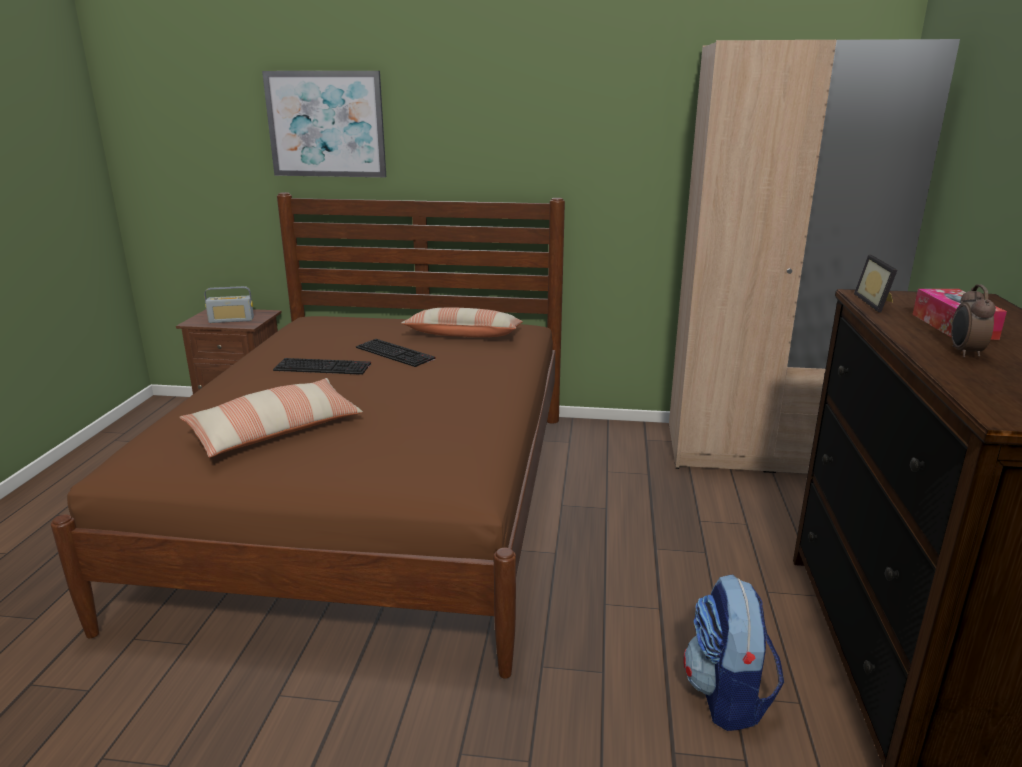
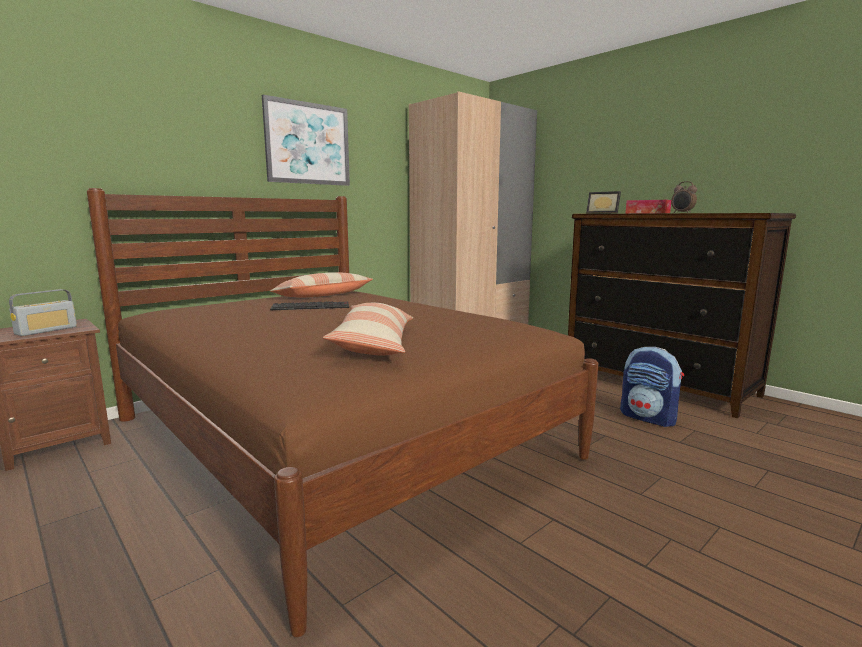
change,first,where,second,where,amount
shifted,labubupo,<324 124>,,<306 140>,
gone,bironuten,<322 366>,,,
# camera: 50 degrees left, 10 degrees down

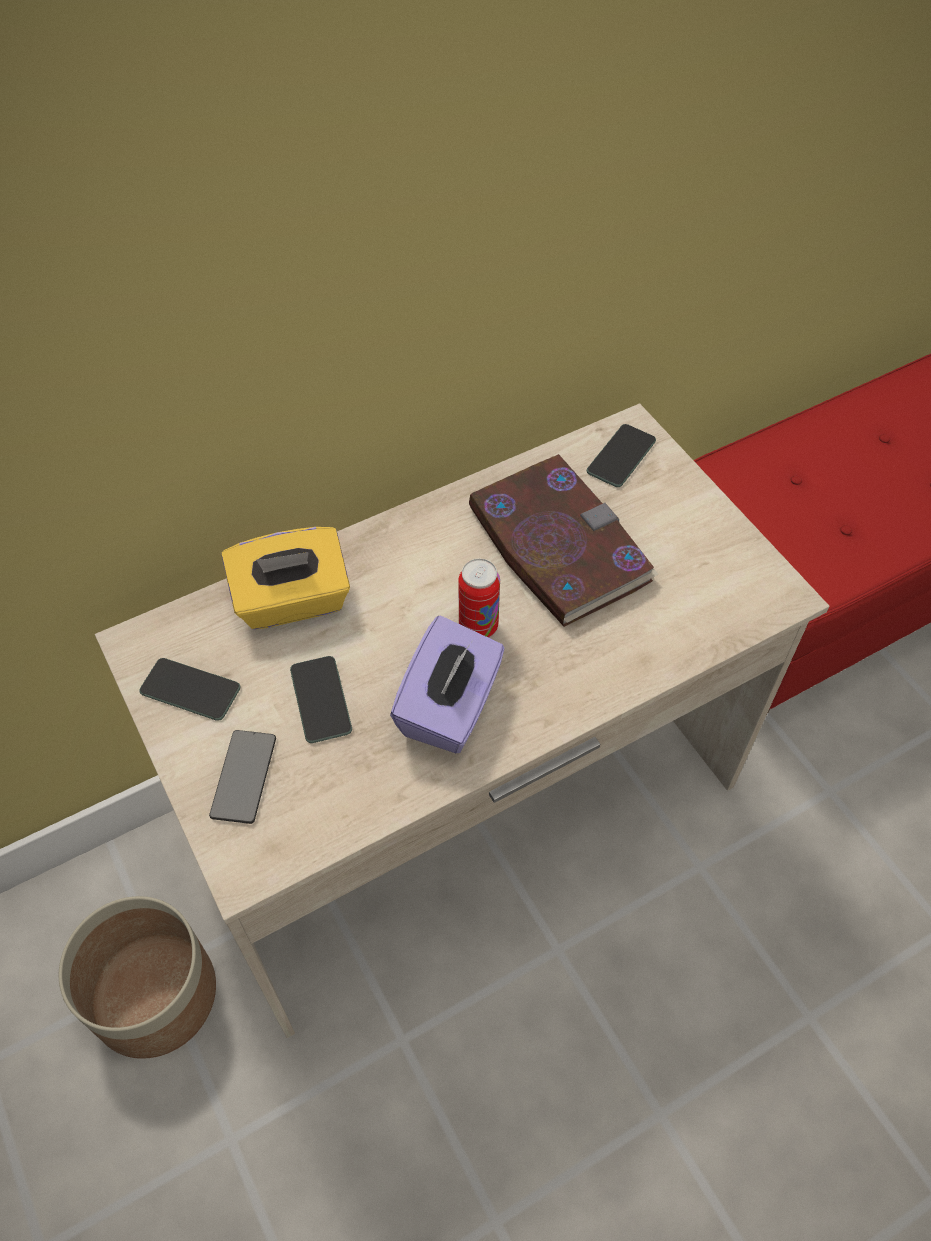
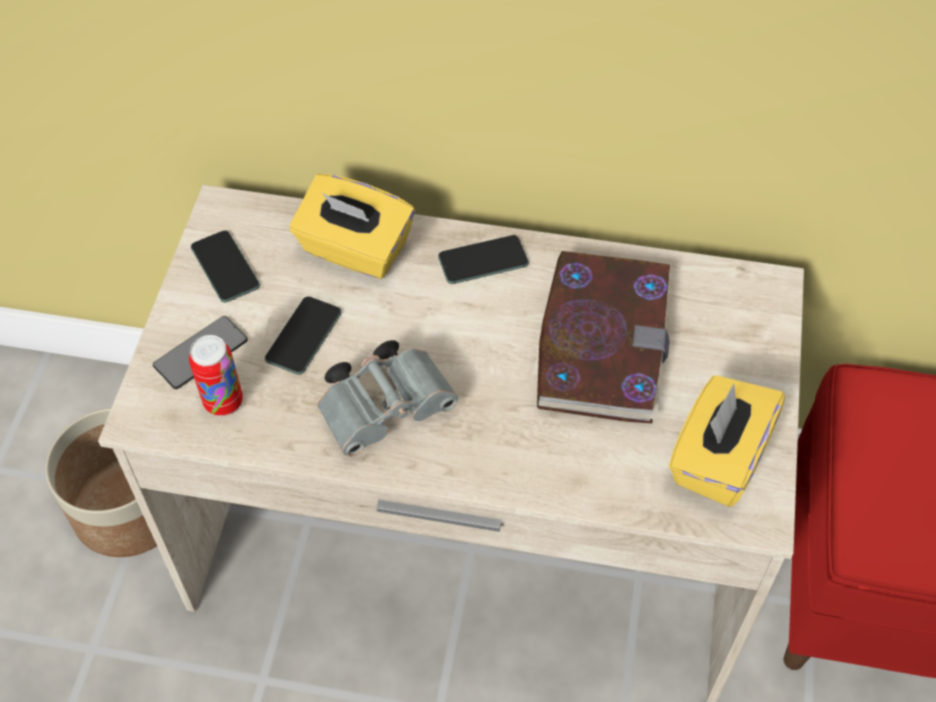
change,first,where,second,where,amount
swapped,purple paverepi,<447 684>,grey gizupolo,<387 398>,
shifted,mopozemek,<479 598>,,<216 375>,
shifted,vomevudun,<621 455>,,<483 259>,
new,,,yellow paverepi,<727 441>,
# camera: 40 degrees right, 0 degrees up

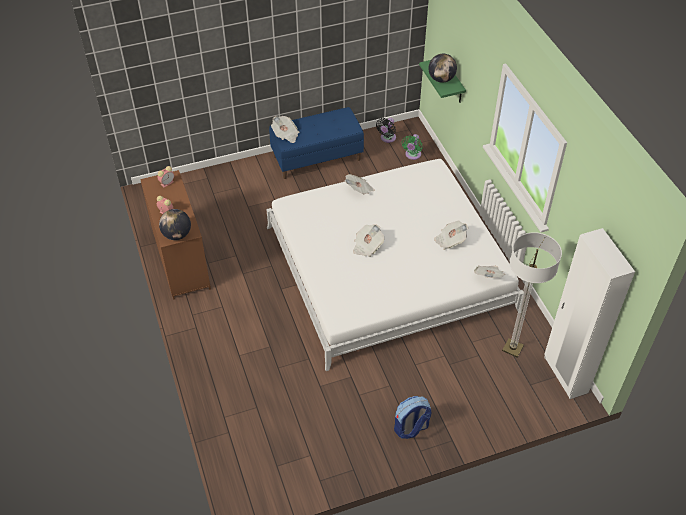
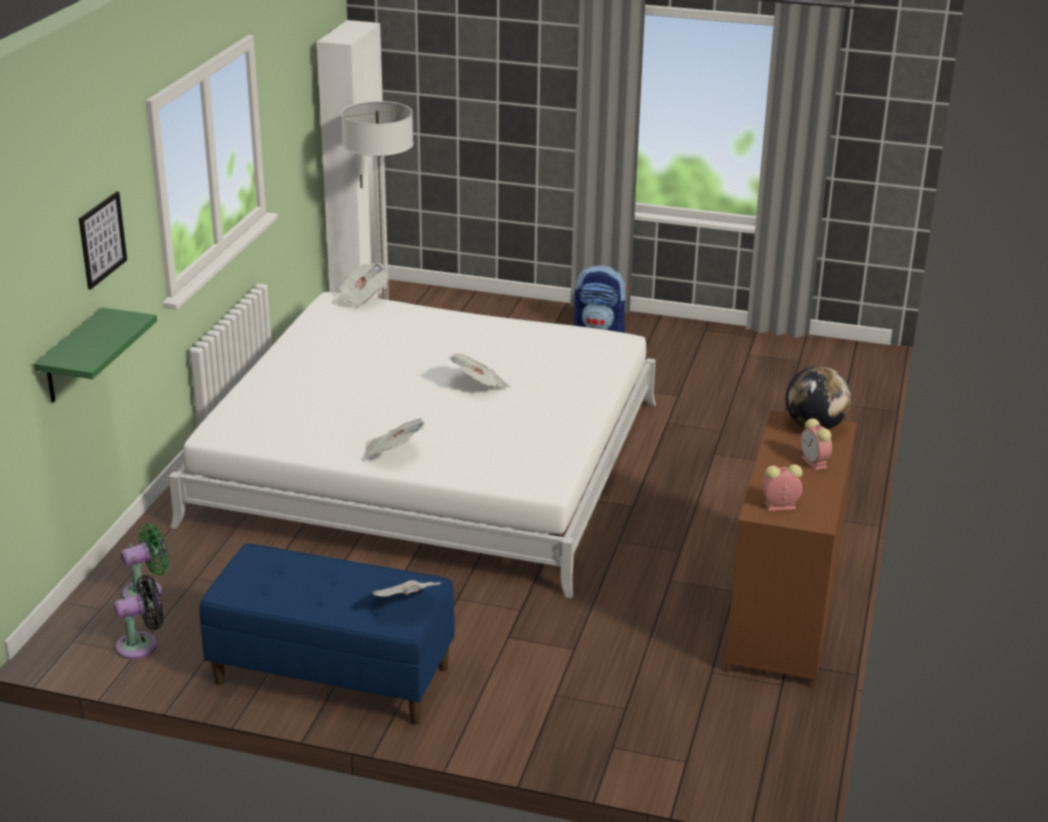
change,first,where,second,where,amount
gone,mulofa,<442 68>,,,
gone,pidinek,<451 235>,,,
new,,,labubupo,<103 240>,
# camera: 145 degrees left, 20 degrees down

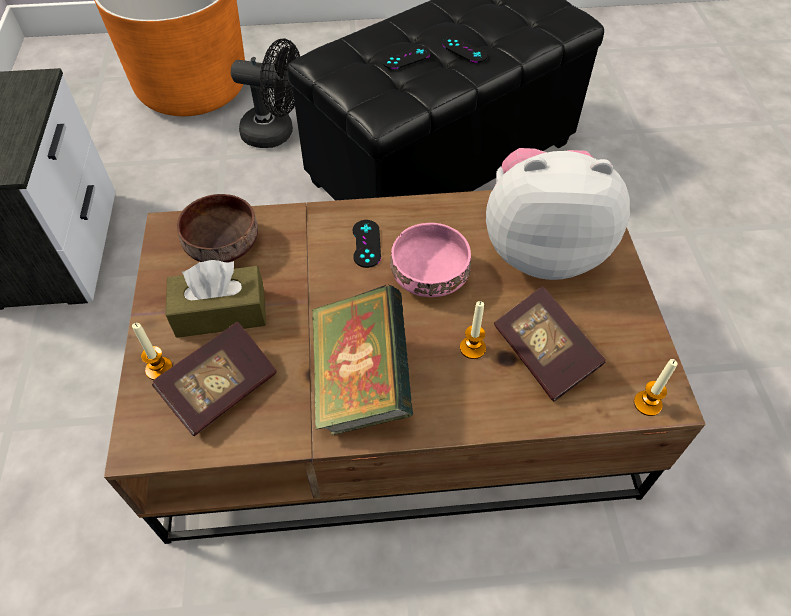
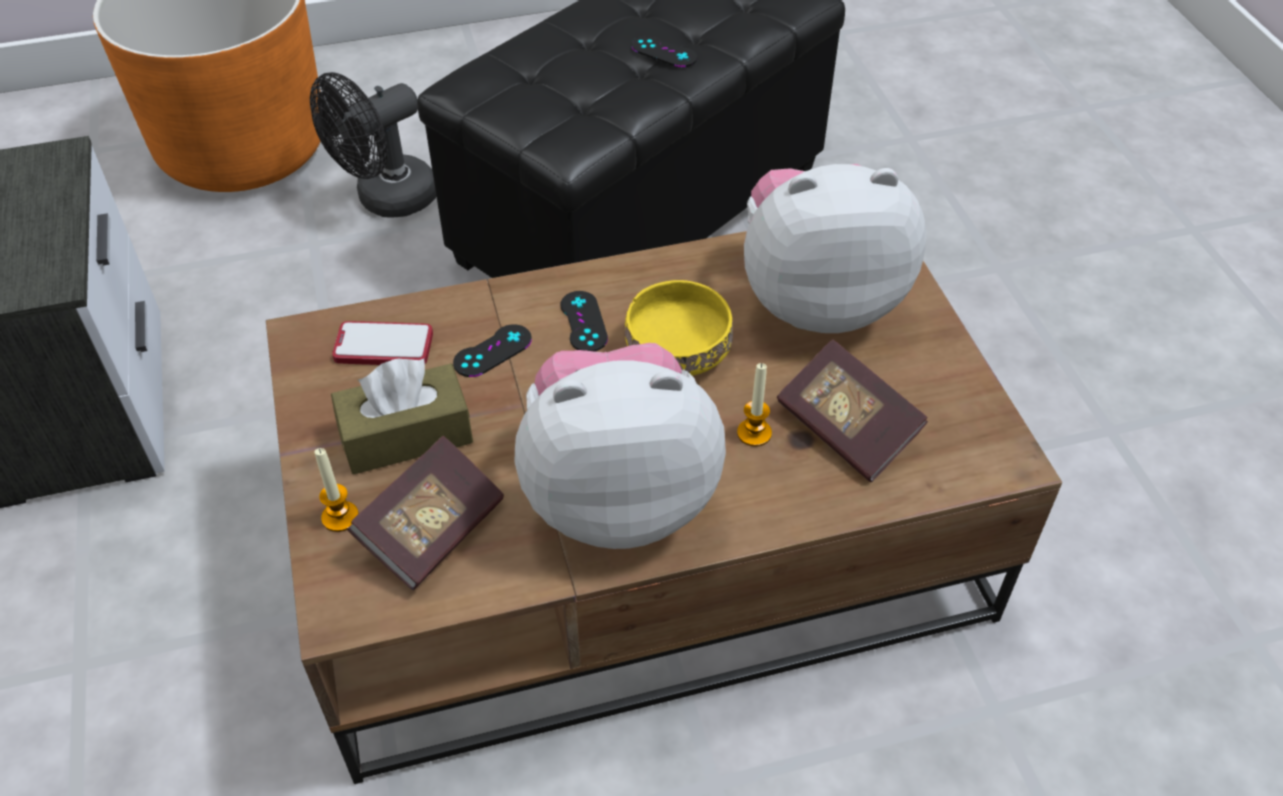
change,first,where,second,where,amount
swapped,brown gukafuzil,<217 228>,vomevudun,<382 343>,
rotated,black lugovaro,<265 93>,,<373 145>,135 degrees clockwise
swapped,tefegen,<362 360>,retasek,<620 446>,
shifted,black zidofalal,<406 57>,,<492 350>,
repainted,pink gukafuzil,<430 260>,yellow gukafuzil,<679 328>,
gone,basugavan,<656 387>,,,
# camera: 10 degrees left, 5 degrees down

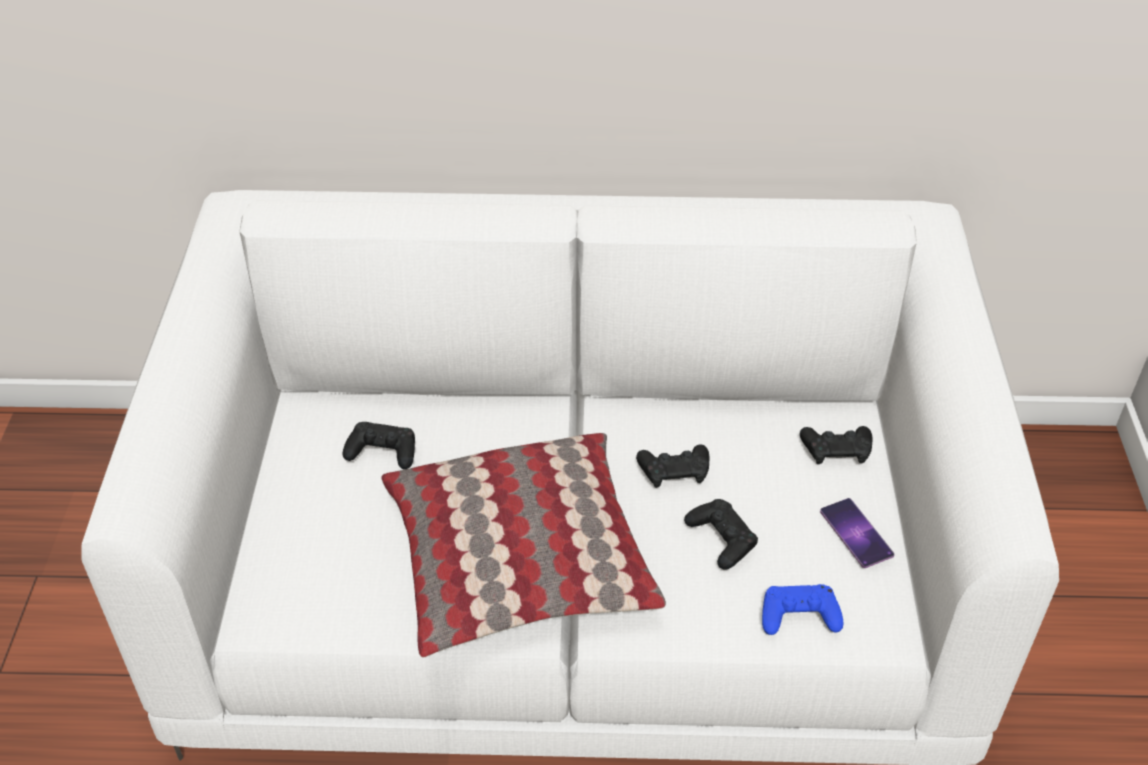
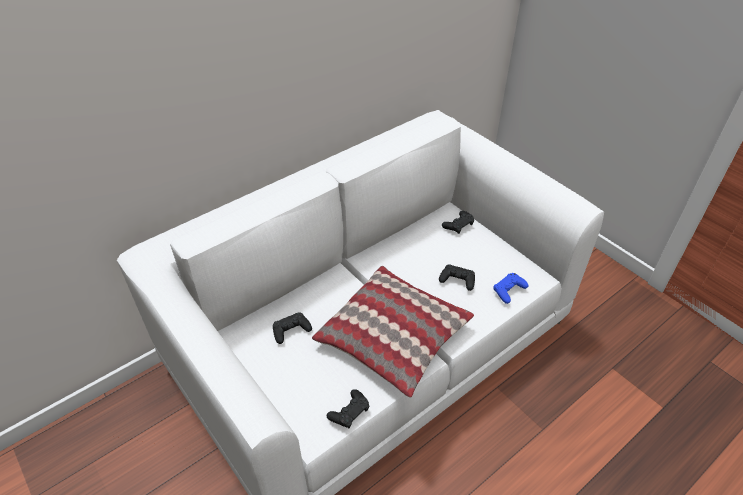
change,first,where,second,where,amount
shifted,black zidofalal,<672 466>,,<348 408>,
gone,vomevudun,<857 533>,,,
# camera: 40 degrees left, 0 degrees up

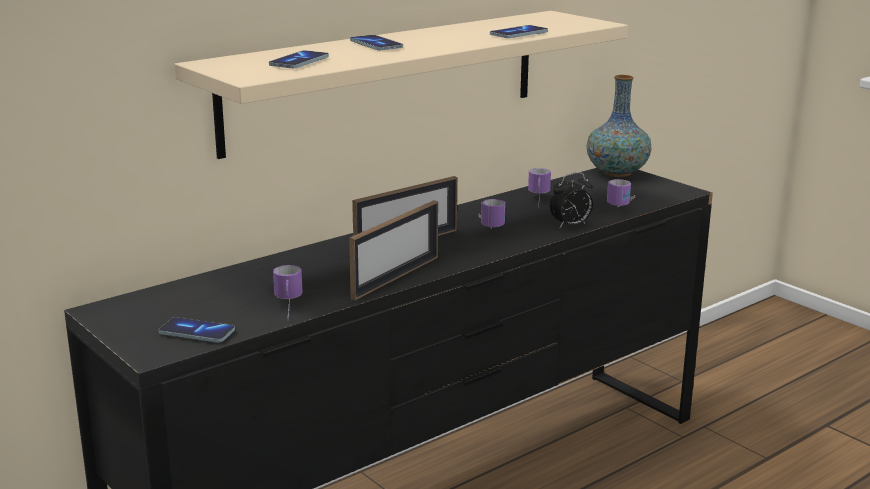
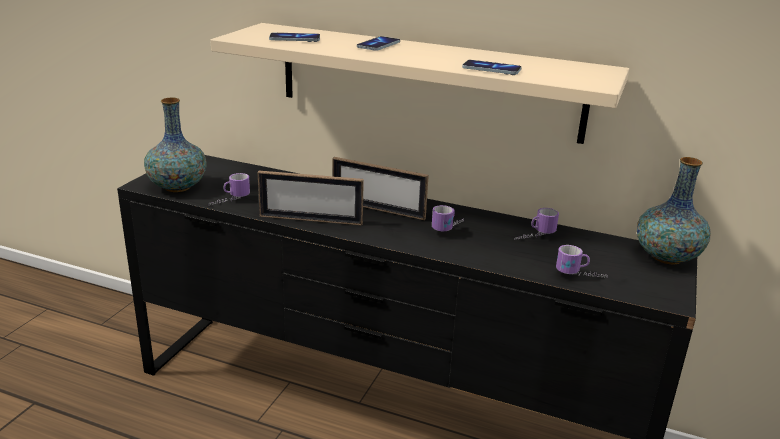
change,first,where,second,where,amount
swapped,vomevudun,<197 330>,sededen,<175 145>,
gone,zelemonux,<571 200>,,,
# camera: 60 degrees right, 5 degrees up

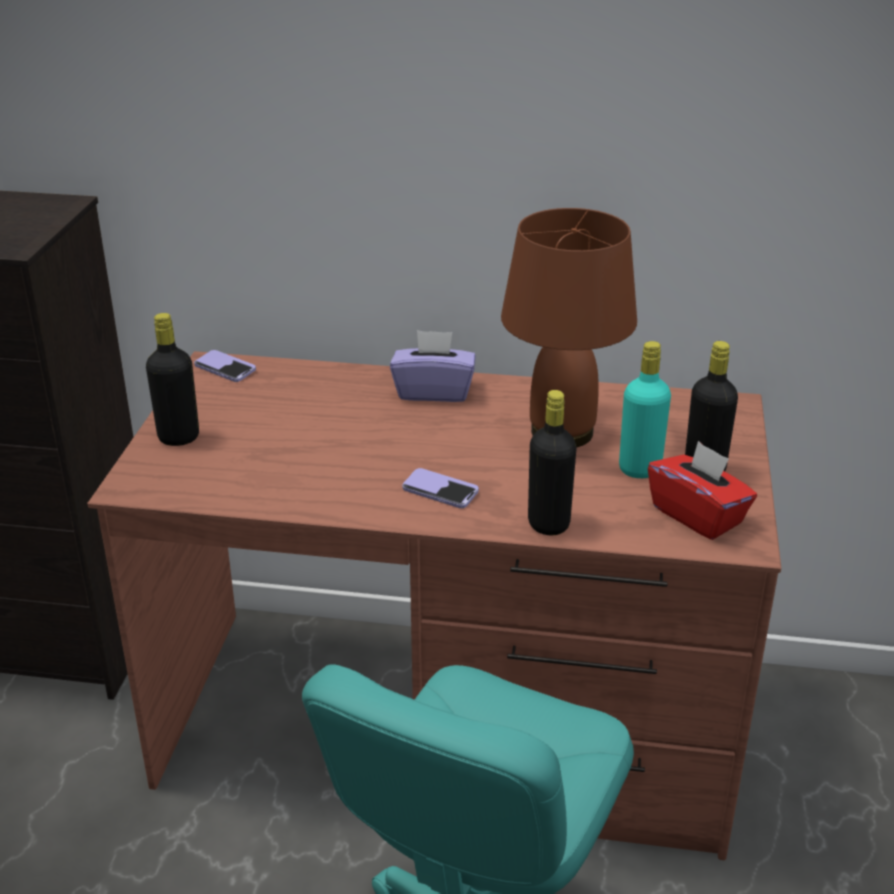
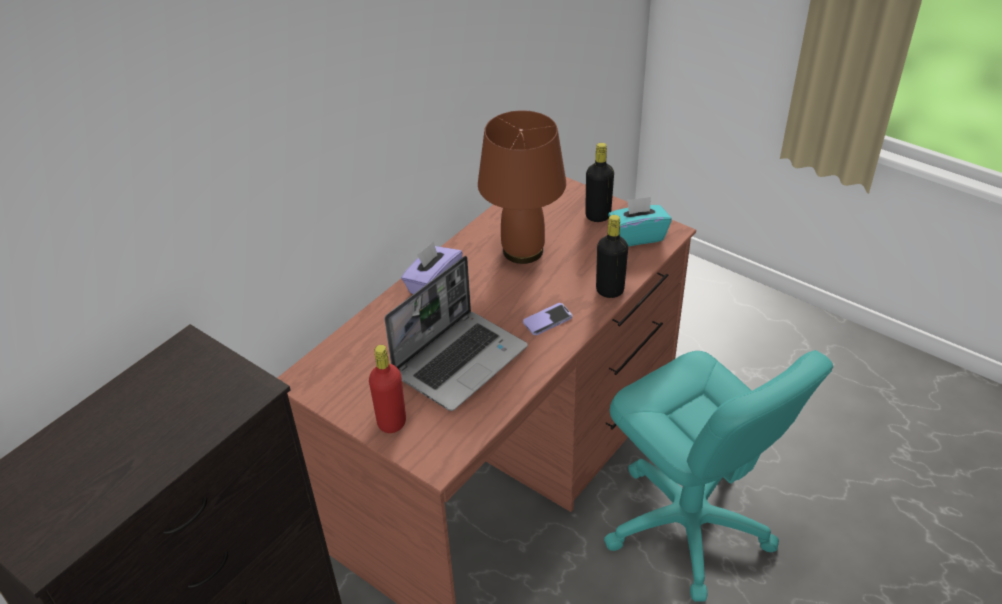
change,first,where,second,where,amount
repainted,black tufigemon,<172 379>,red tufigemon,<387 389>,
gone,vomevudun,<225 366>,,,
gone,turquoise tufigemon,<645 409>,,,
repainted,red paverepi,<702 490>,turquoise paverepi,<640 222>,
new,,,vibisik,<456 333>,
# camera: 60 degrees left, 10 degrees up

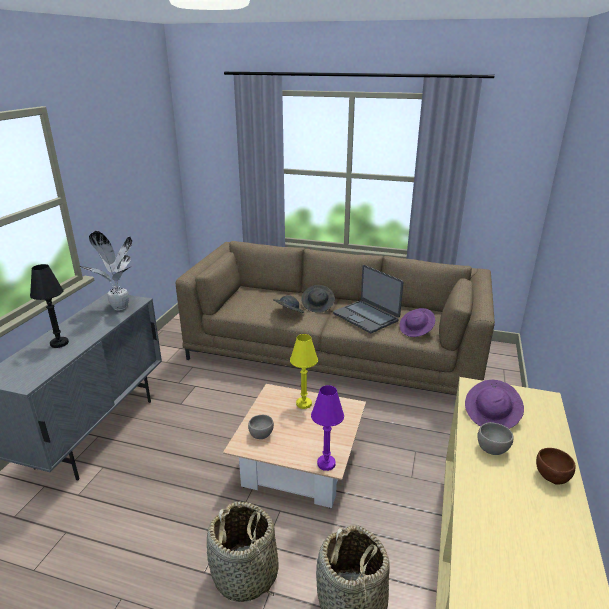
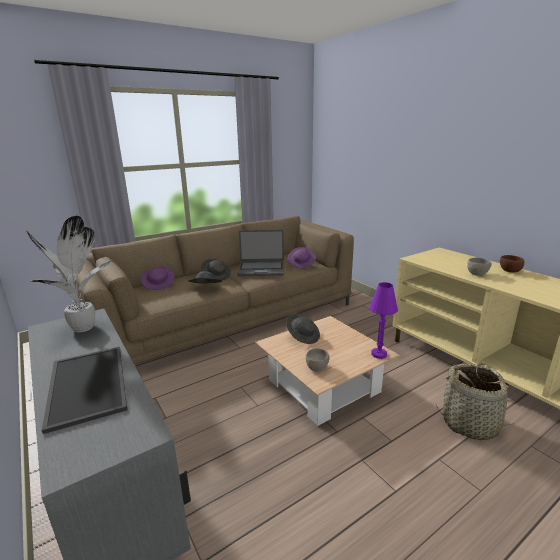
change,first,where,second,where,amount
swapped,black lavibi,<49 306>,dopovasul,<84 390>,
gone,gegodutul,<243 551>,,,
swapped,yellow lavibi,<304 371>,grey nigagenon,<303 329>,
shifted,purple nigagenon,<494 404>,,<157 278>,
# camera: 50 degrees left, 5 degrees down

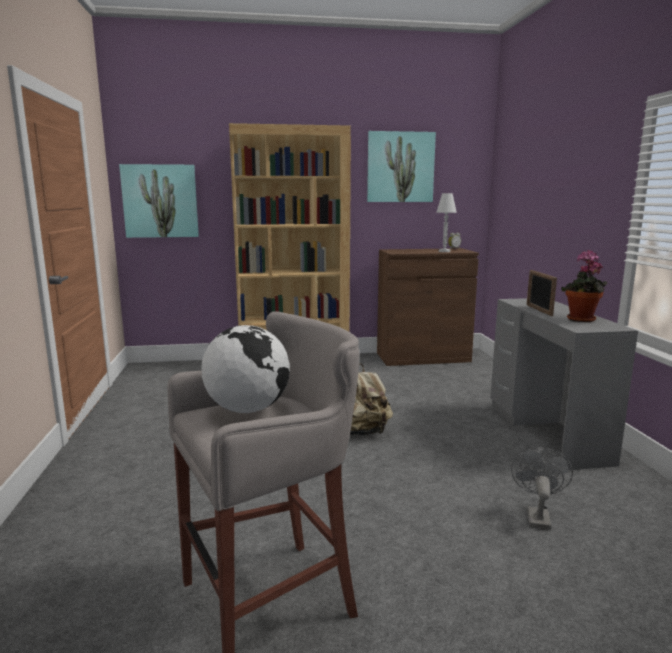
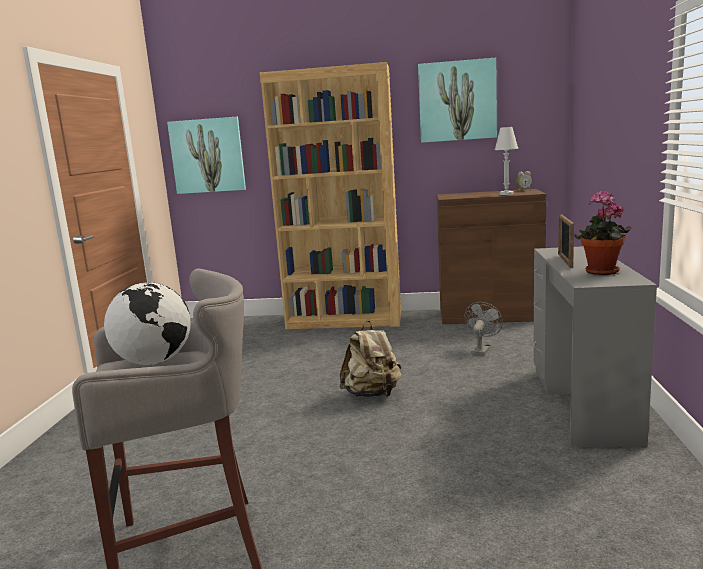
change,first,where,second,where,amount
shifted,grey lugovaro,<542 489>,,<483 328>,
# camera: 15 degrees right, 0 degrees up

